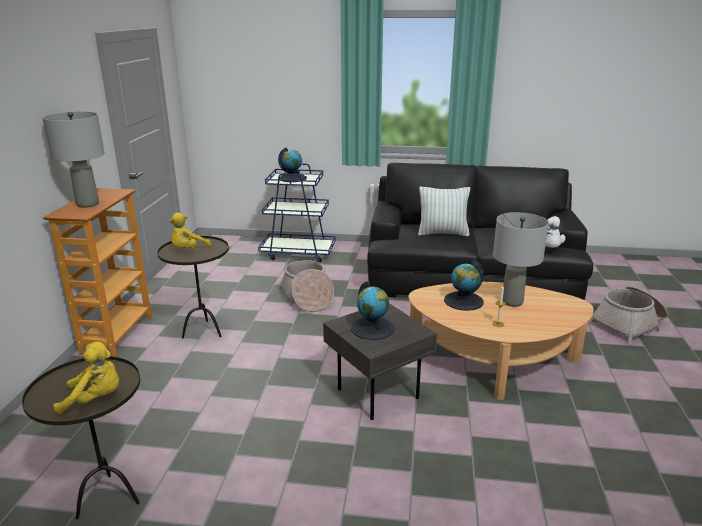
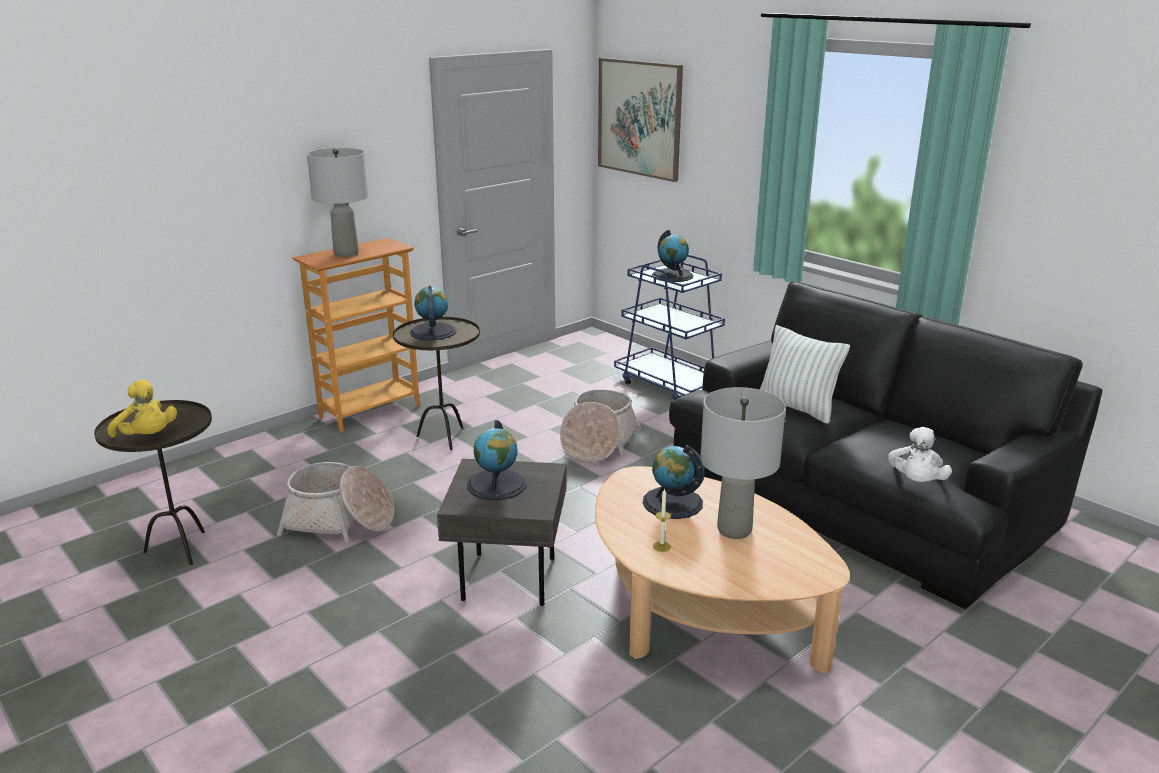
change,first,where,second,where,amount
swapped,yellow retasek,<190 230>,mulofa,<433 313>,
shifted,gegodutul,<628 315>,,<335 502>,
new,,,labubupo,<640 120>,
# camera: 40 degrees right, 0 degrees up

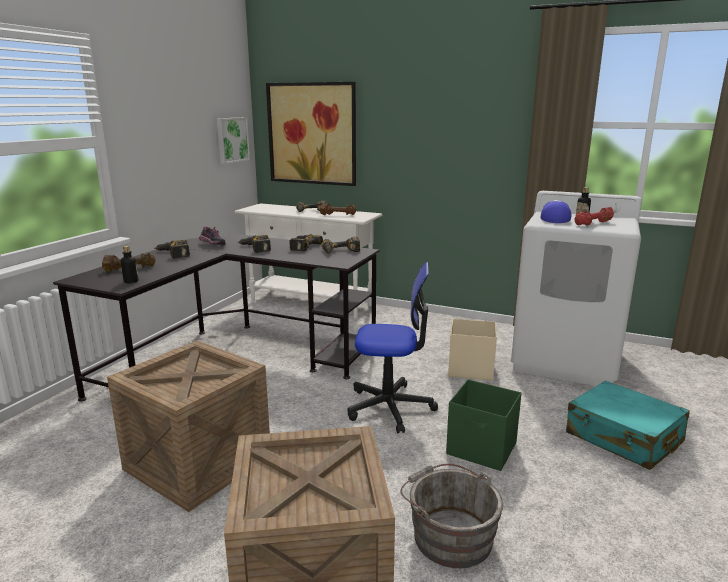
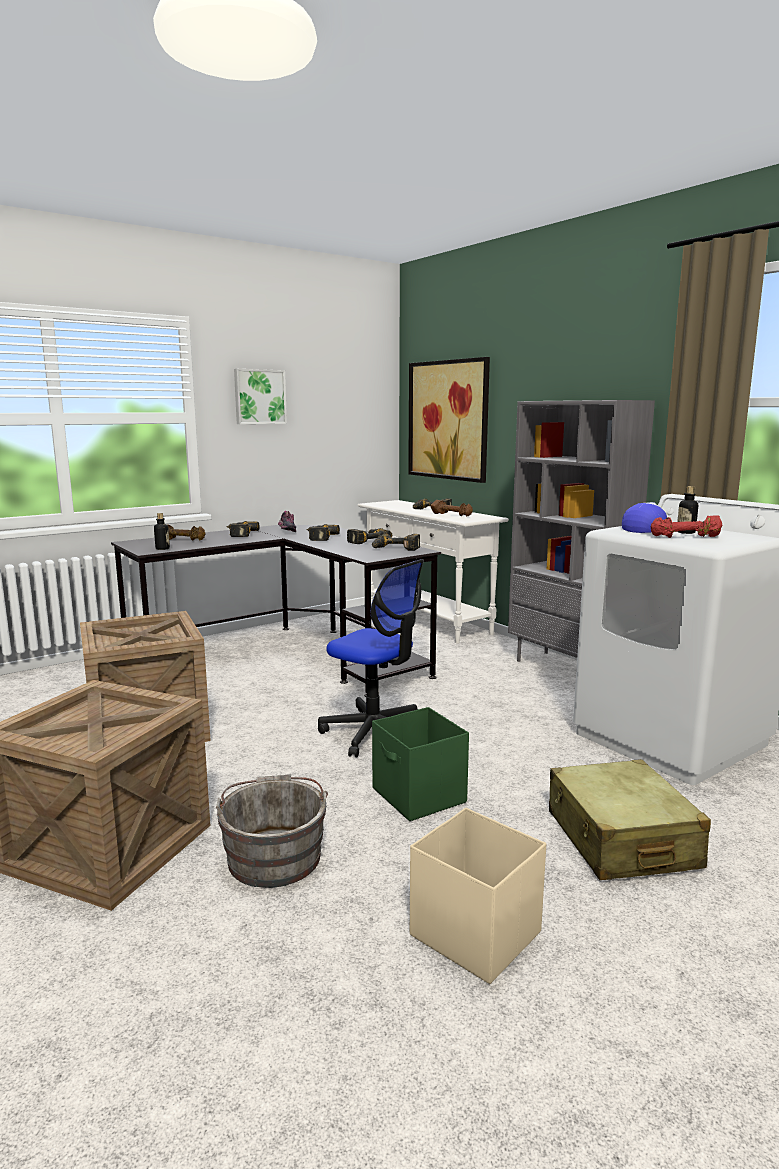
change,first,where,second,where,amount
shifted,labubupo,<233 140>,,<260 396>,
shifted,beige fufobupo,<472 350>,,<478 896>,
repainted,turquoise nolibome,<628 425>,beige nolibome,<630 819>,
new,,,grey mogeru,<581 531>,
# camera: 30 degrees right, 5 degrees down

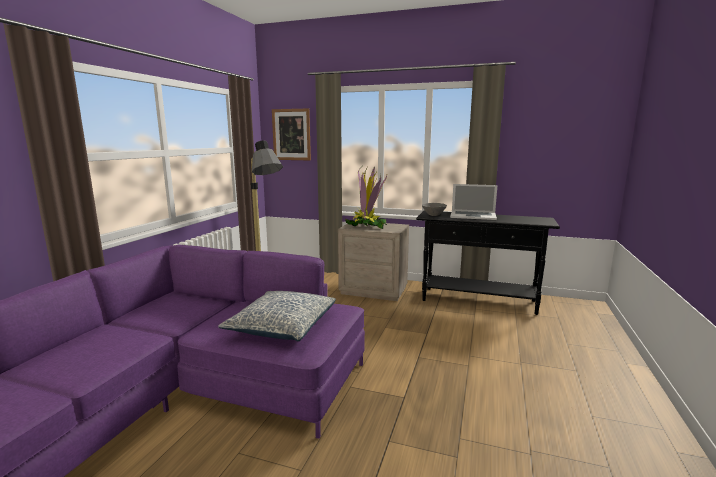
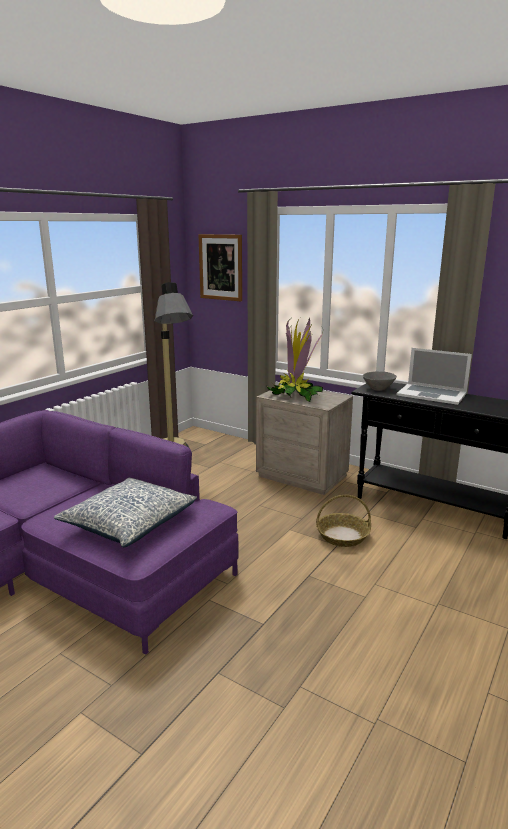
change,first,where,second,where,amount
new,,,gegodutul,<343 521>,
# camera: 15 degrees right, 5 degrees up

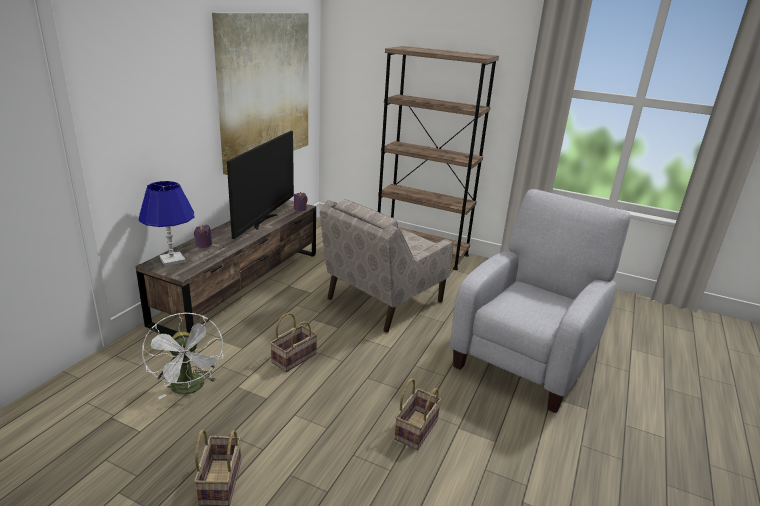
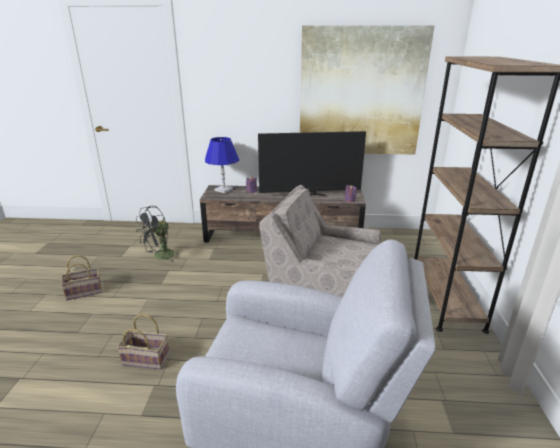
change,first,where,second,where,amount
repainted,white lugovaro,<182 356>,black lugovaro,<159 233>,
gone,gegodutul,<294 342>,,,
# camera: 70 degrees right, 0 degrees up

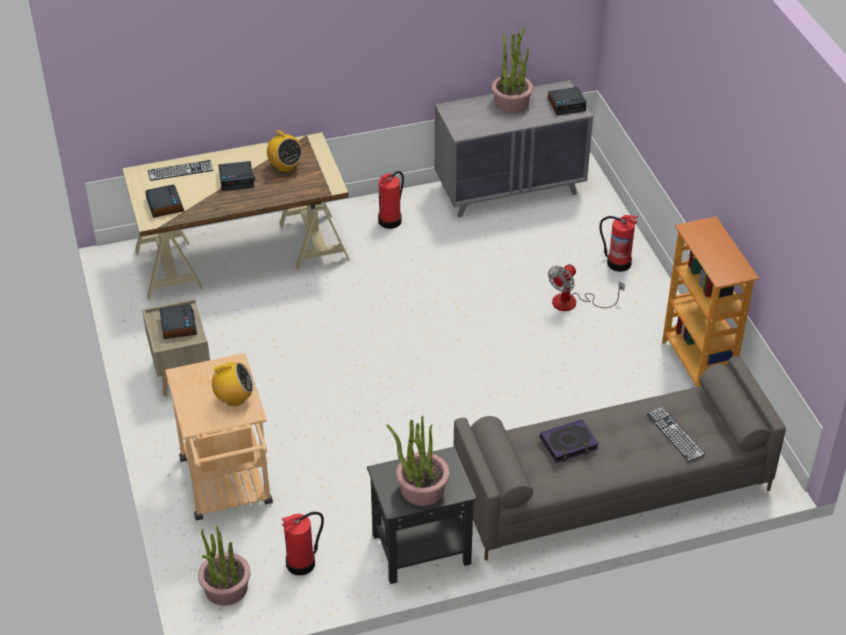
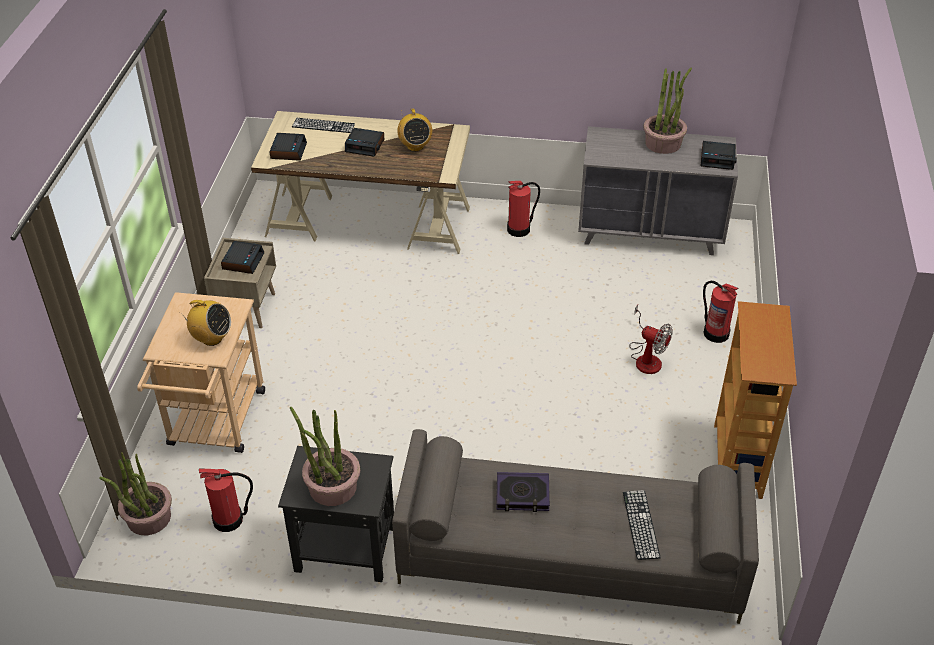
change,first,where,second,where,amount
rotated,lugovaro,<586 287>,,<651 339>,120 degrees counterclockwise
# camera: 25 degrees right, 0 degrees up

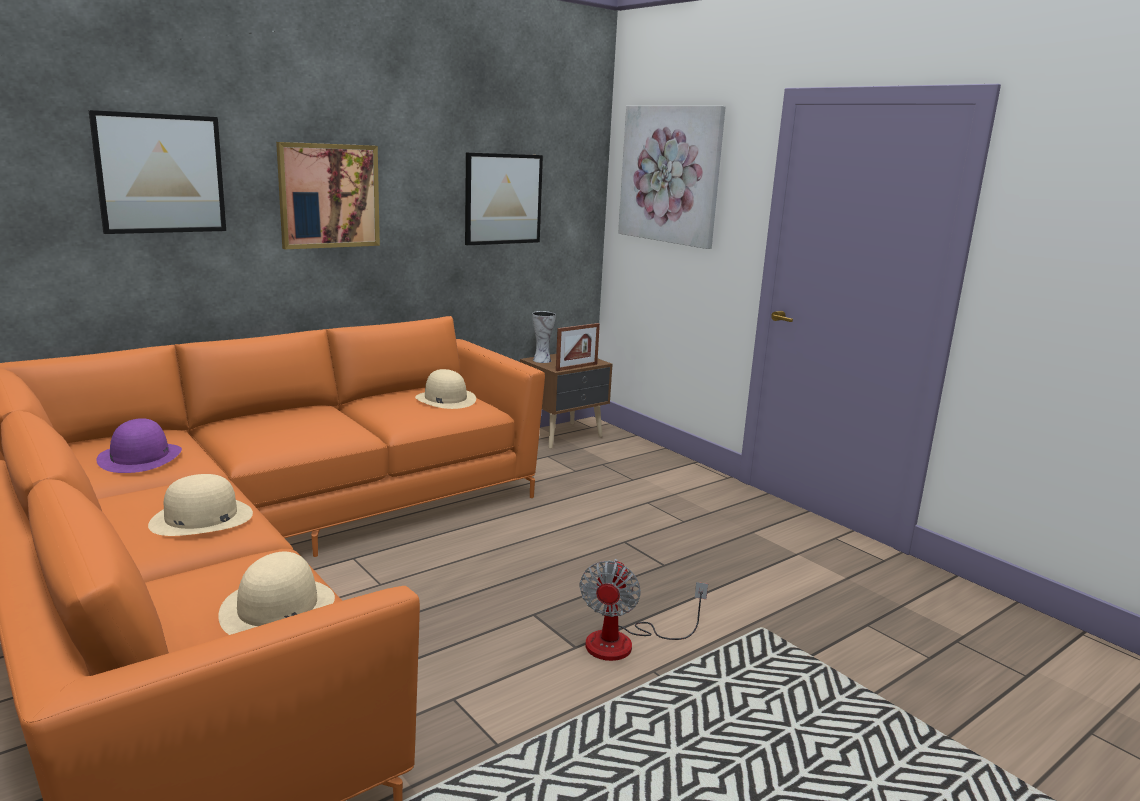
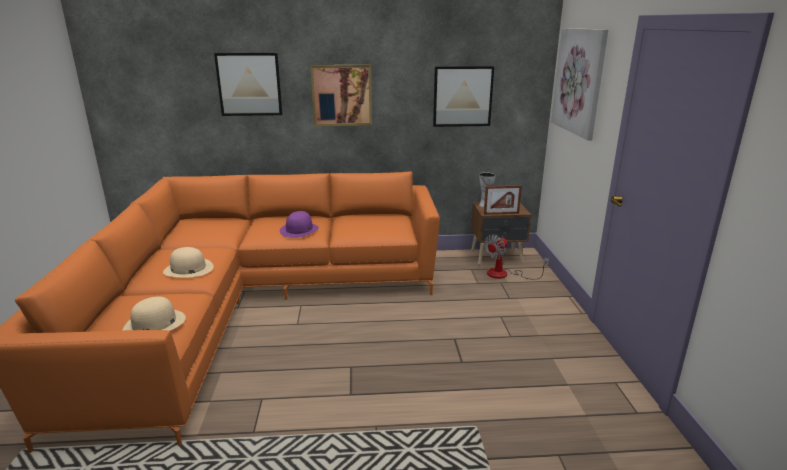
change,first,where,second,where,amount
shifted,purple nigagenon,<139 445>,,<299 224>,
gone,beige nigagenon,<445 389>,,,
shifted,lugovaro,<643 610>,,<516 257>,
# camera: 35 degrees right, 5 degrees up

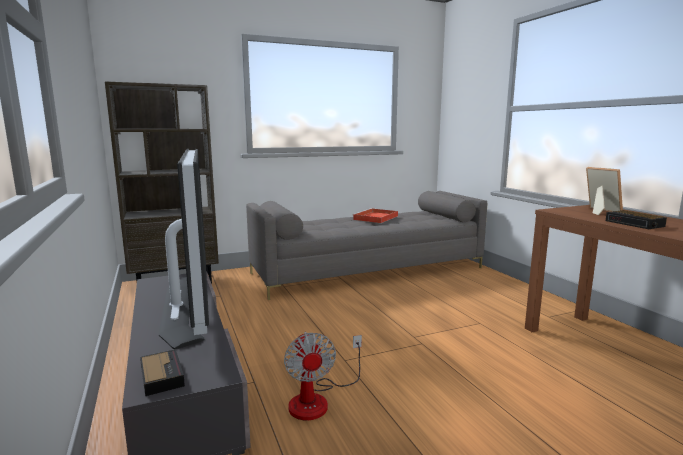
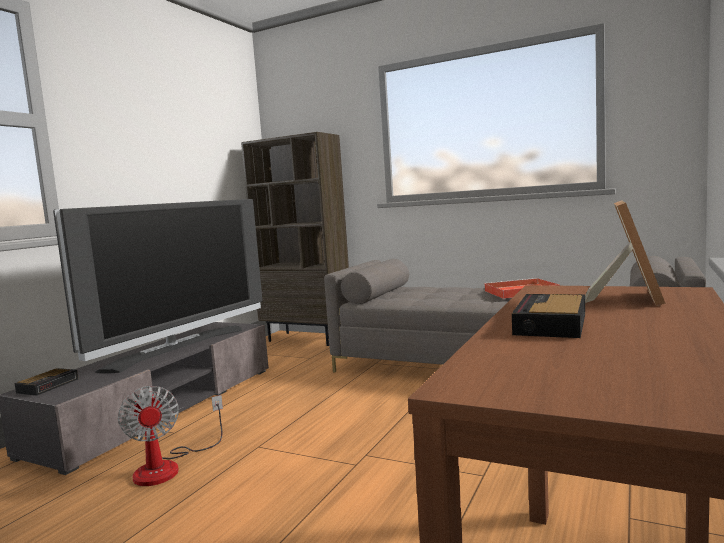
change,first,where,second,where,amount
rotated,lugovaro,<323 376>,,<170 436>,60 degrees counterclockwise
# camera: 50 degrees right, 5 degrees down

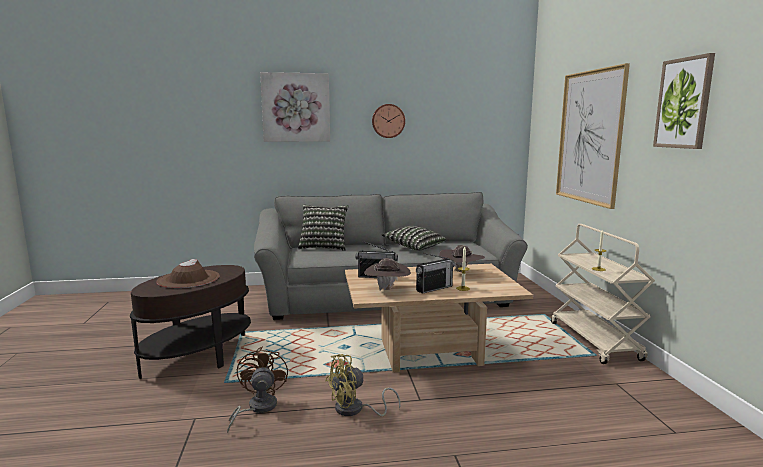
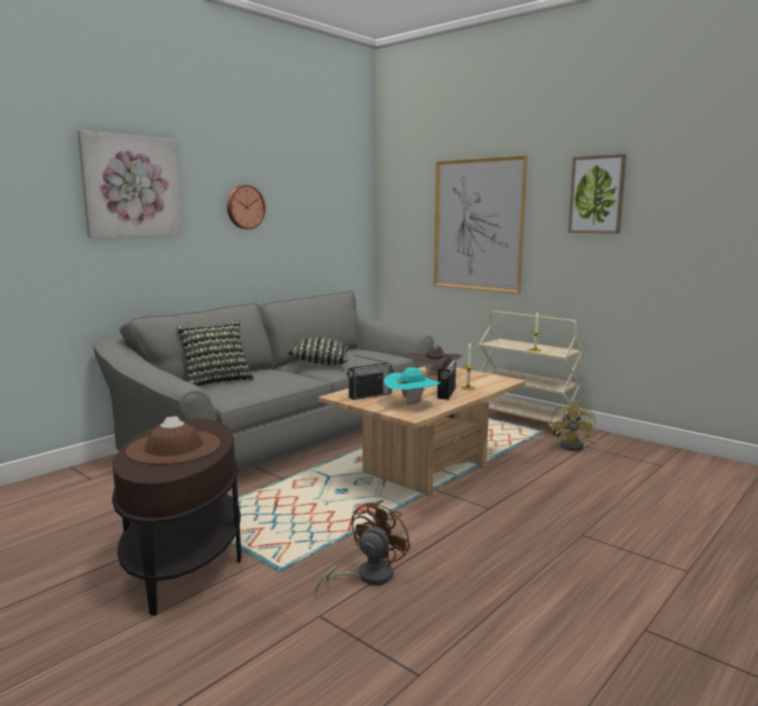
change,first,where,second,where,amount
rotated,brown lugovaro,<257 389>,,<363 547>,75 degrees clockwise
shifted,yellow lugovaro,<362 385>,,<574 425>,
repainted,brown nigagenon,<387 274>,turquoise nigagenon,<411 387>,
# camera: 40 degrees left, 0 degrees up

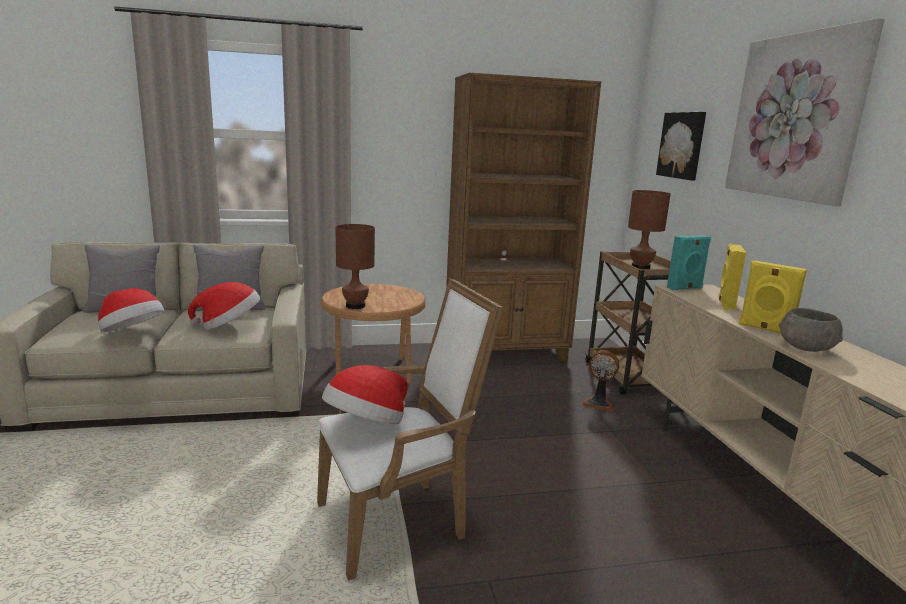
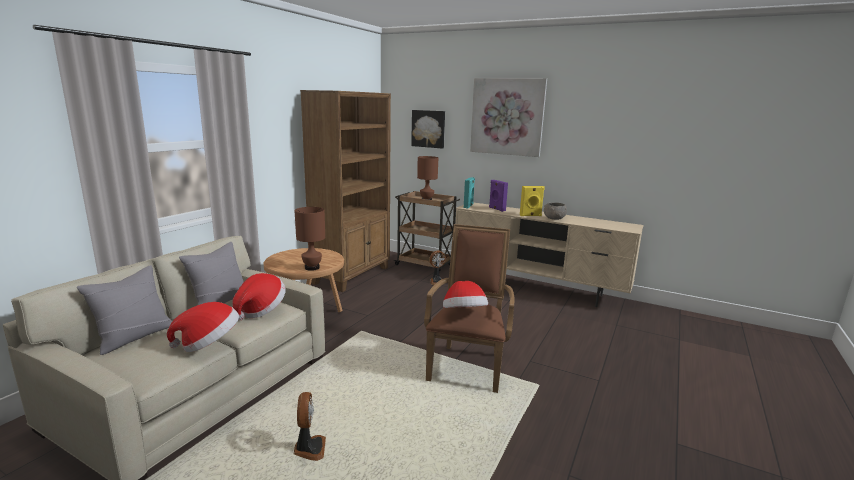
change,first,where,second,where,amount
repainted,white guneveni,<410 429>,brown guneveni,<469 308>,
repainted,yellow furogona,<732 277>,purple furogona,<498 196>,
new,,,lugovaro,<310 426>,
# camera: 50 degrees left, 0 degrees up

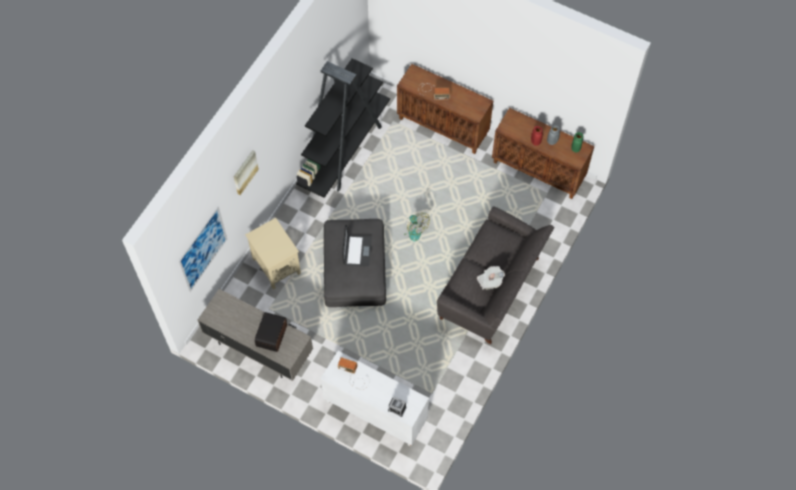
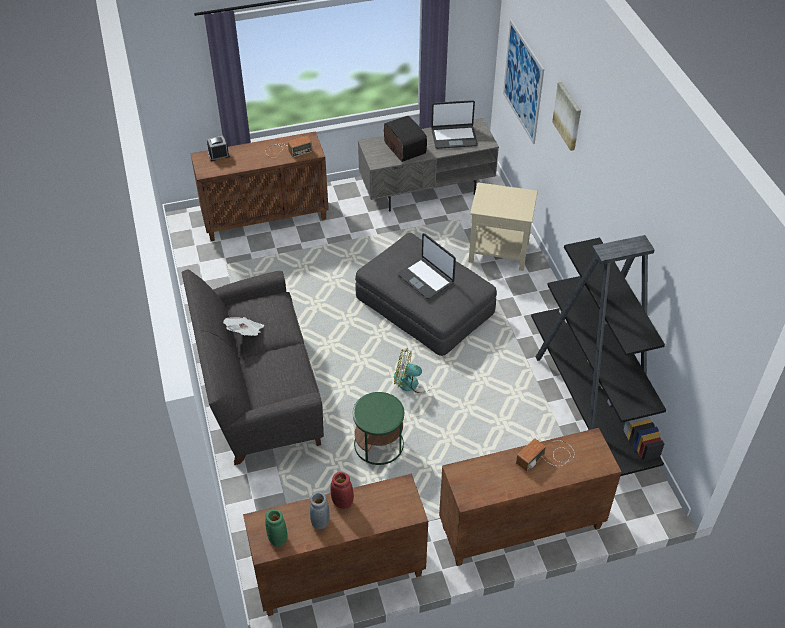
change,first,where,second,where,amount
repainted,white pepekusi,<374 398>,brown pepekusi,<260 186>,
new,,,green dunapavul,<378 428>,
new,,,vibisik,<454 124>,
# camera: 135 degrees right, 15 degrees down

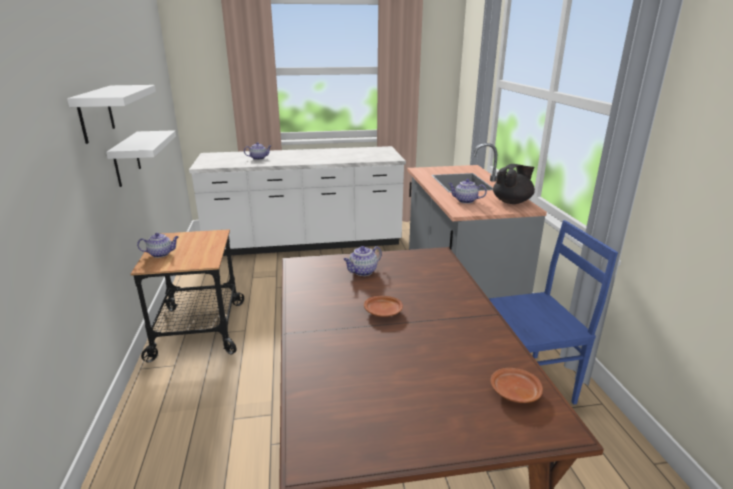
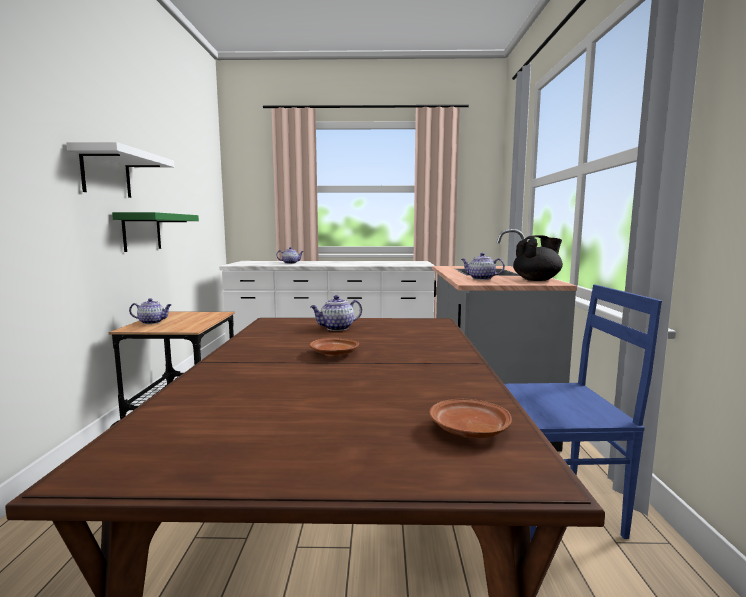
change,first,where,second,where,amount
repainted,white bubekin,<141 158>,green bubekin,<155 232>,
# camera: 10 degrees right, 15 degrees down

